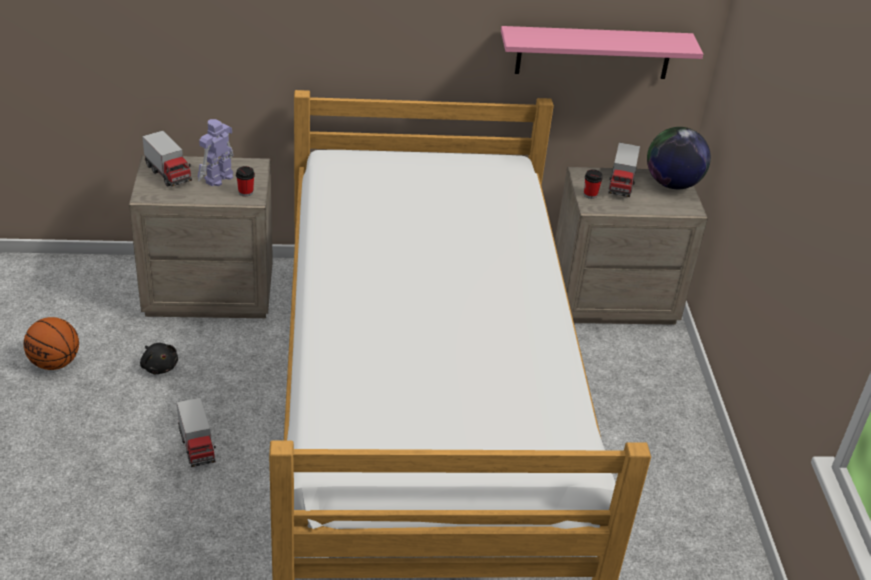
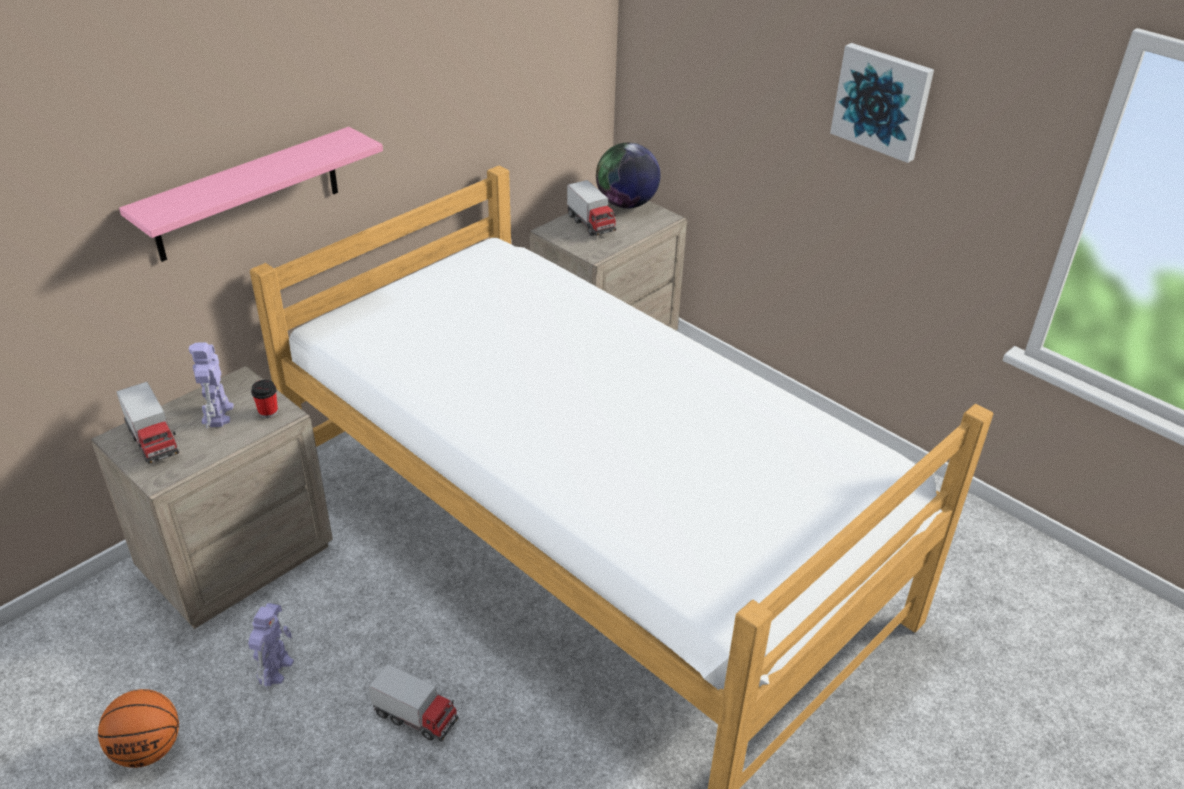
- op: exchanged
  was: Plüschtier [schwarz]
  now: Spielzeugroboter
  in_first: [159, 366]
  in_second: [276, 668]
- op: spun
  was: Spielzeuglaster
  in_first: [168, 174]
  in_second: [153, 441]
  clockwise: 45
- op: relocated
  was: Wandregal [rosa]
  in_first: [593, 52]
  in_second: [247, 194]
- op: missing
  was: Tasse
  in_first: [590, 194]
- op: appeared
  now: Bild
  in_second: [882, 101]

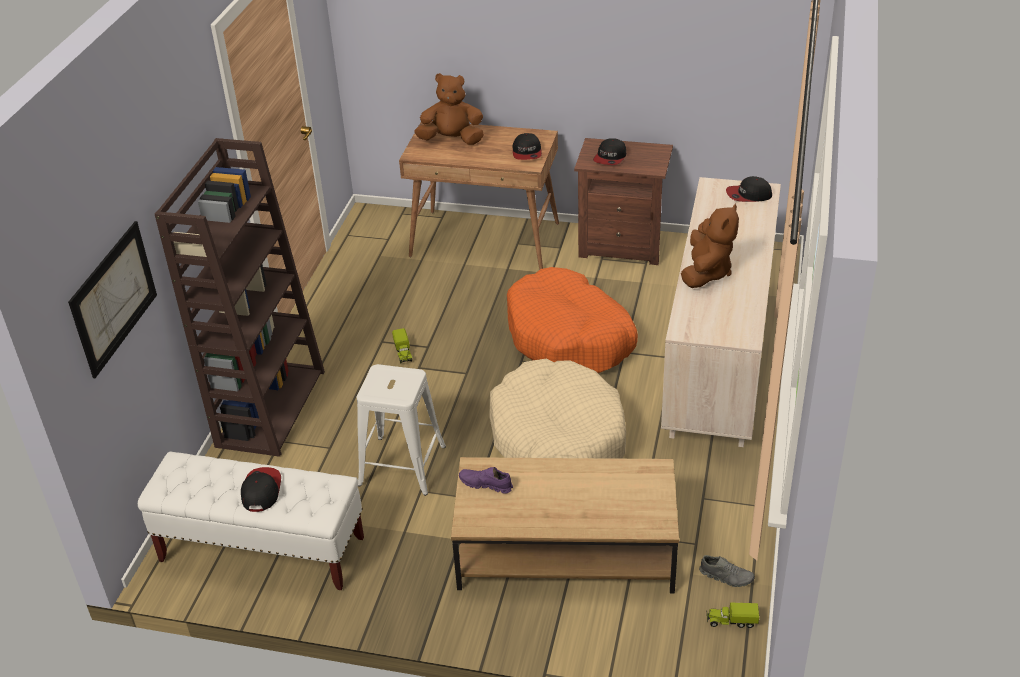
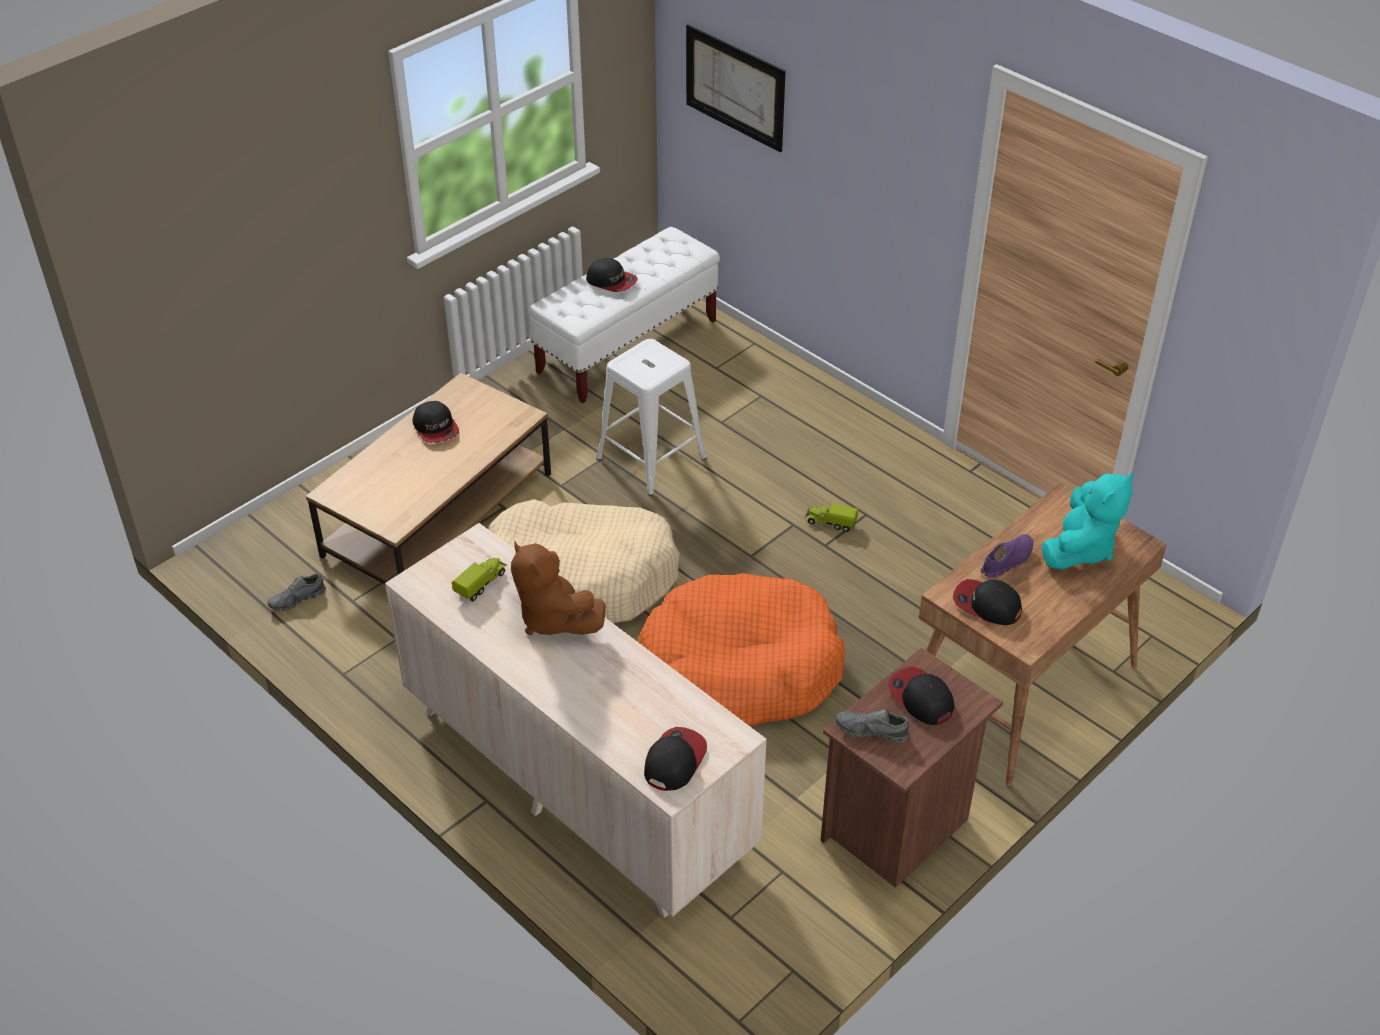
- op: missing
  was: Bücherregal [braun]
  in_first: [270, 407]
- op: colour
  was: Plüschtier [braun]
  now: Plüschtier [türkis]
  in_first: [452, 140]
  in_second: [1080, 549]
- op: relocated
  was: Schuh [lila]
  in_first: [485, 484]
  in_second: [1006, 561]
- op: relocated
  was: Spielzeuglaster
  in_first: [731, 621]
  in_second: [481, 584]
- op: appeared
  now: Kappe
  in_second: [436, 428]
- op: appeared
  now: Schuh [grau]
  in_second: [871, 731]

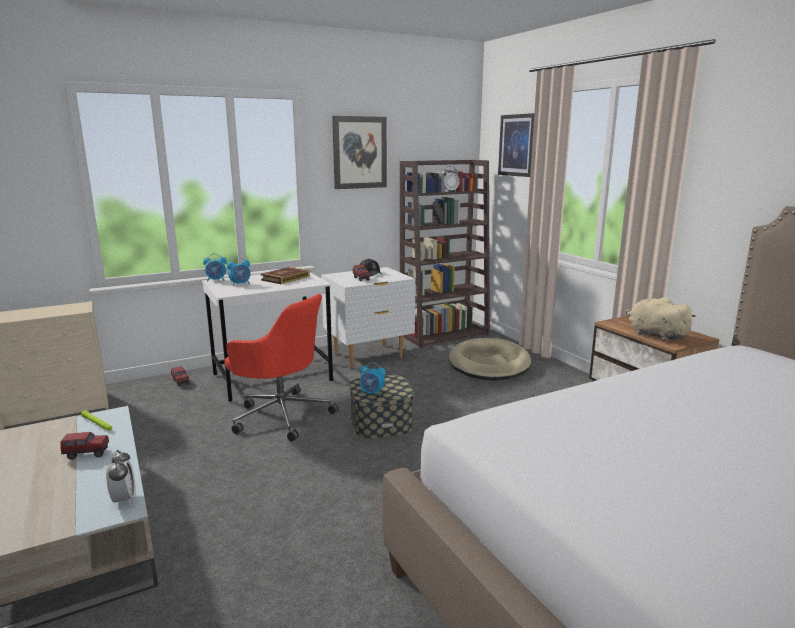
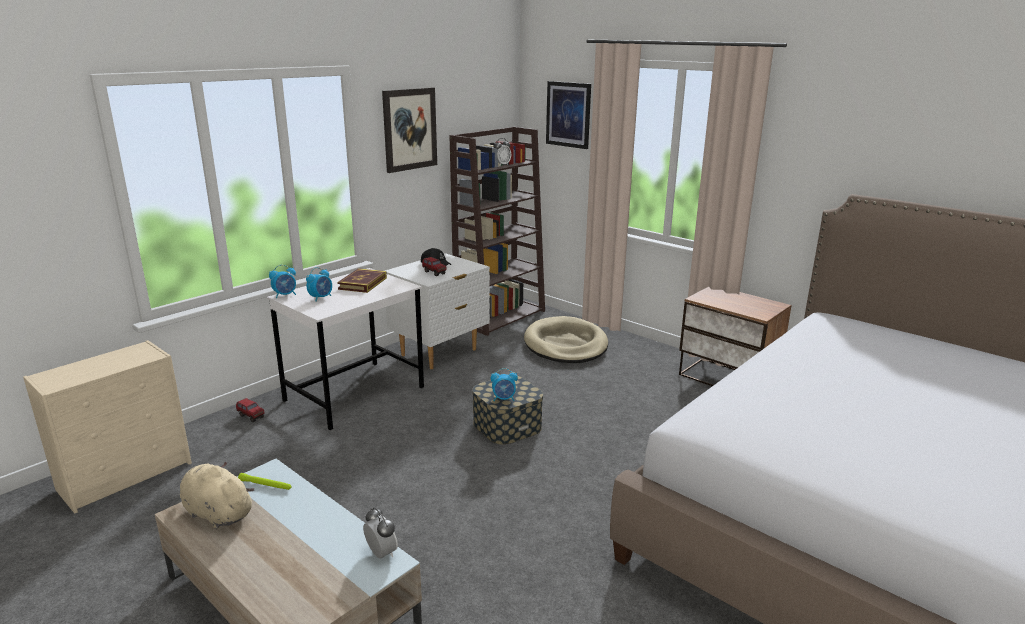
- op: missing
  was: Spielzeuglaster
  in_first: [87, 454]
- op: missing
  was: Bürostuhl [rot]
  in_first: [281, 415]
- op: relocated
  was: Plüschtier [beige]
  in_first: [654, 335]
  in_second: [216, 513]

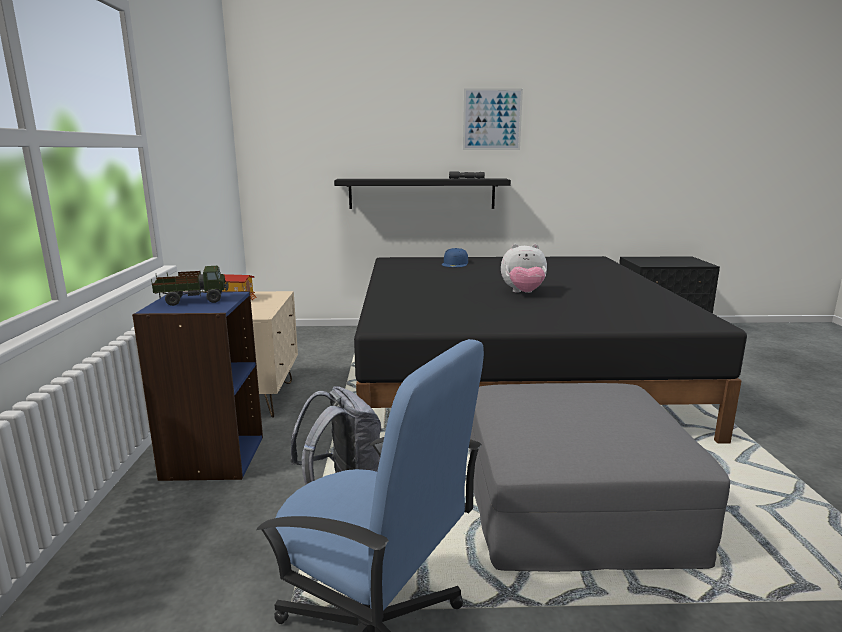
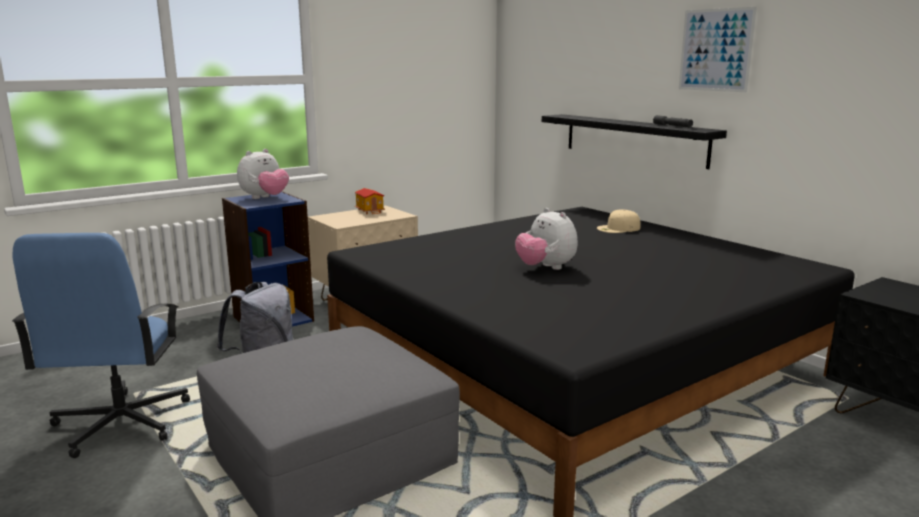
- op: exchanged
  was: Spielzeuglaster
  now: Plüschtier
  in_first: [192, 300]
  in_second: [264, 198]
- op: colour
  was: Kappe [blau]
  now: Kappe [beige]
  in_first: [455, 263]
  in_second: [618, 228]

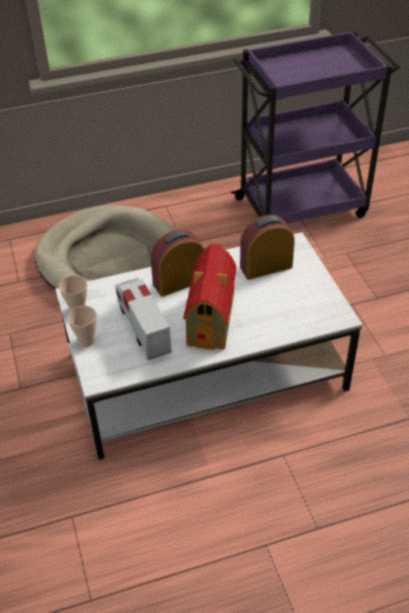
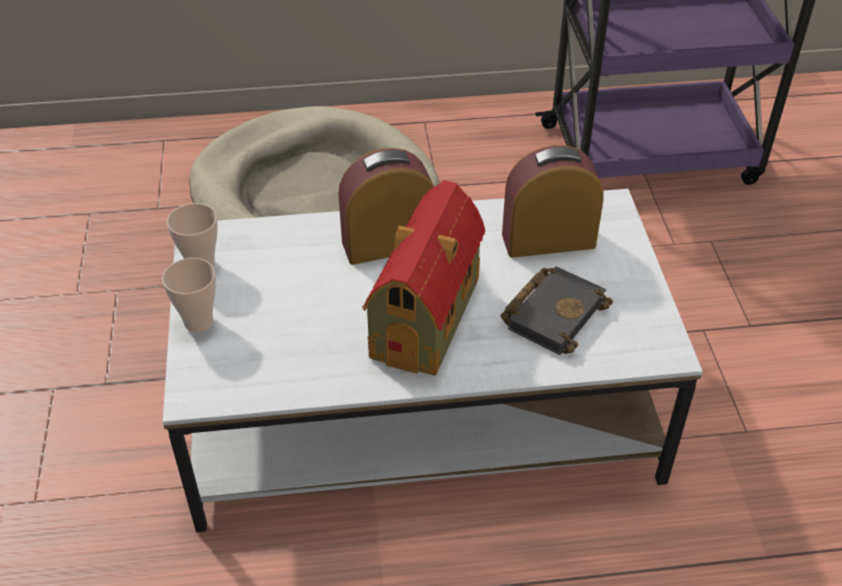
- op: missing
  was: Spielzeuglaster
  in_first: [143, 328]
- op: appeared
  now: Buch [schwarz]
  in_second: [553, 312]

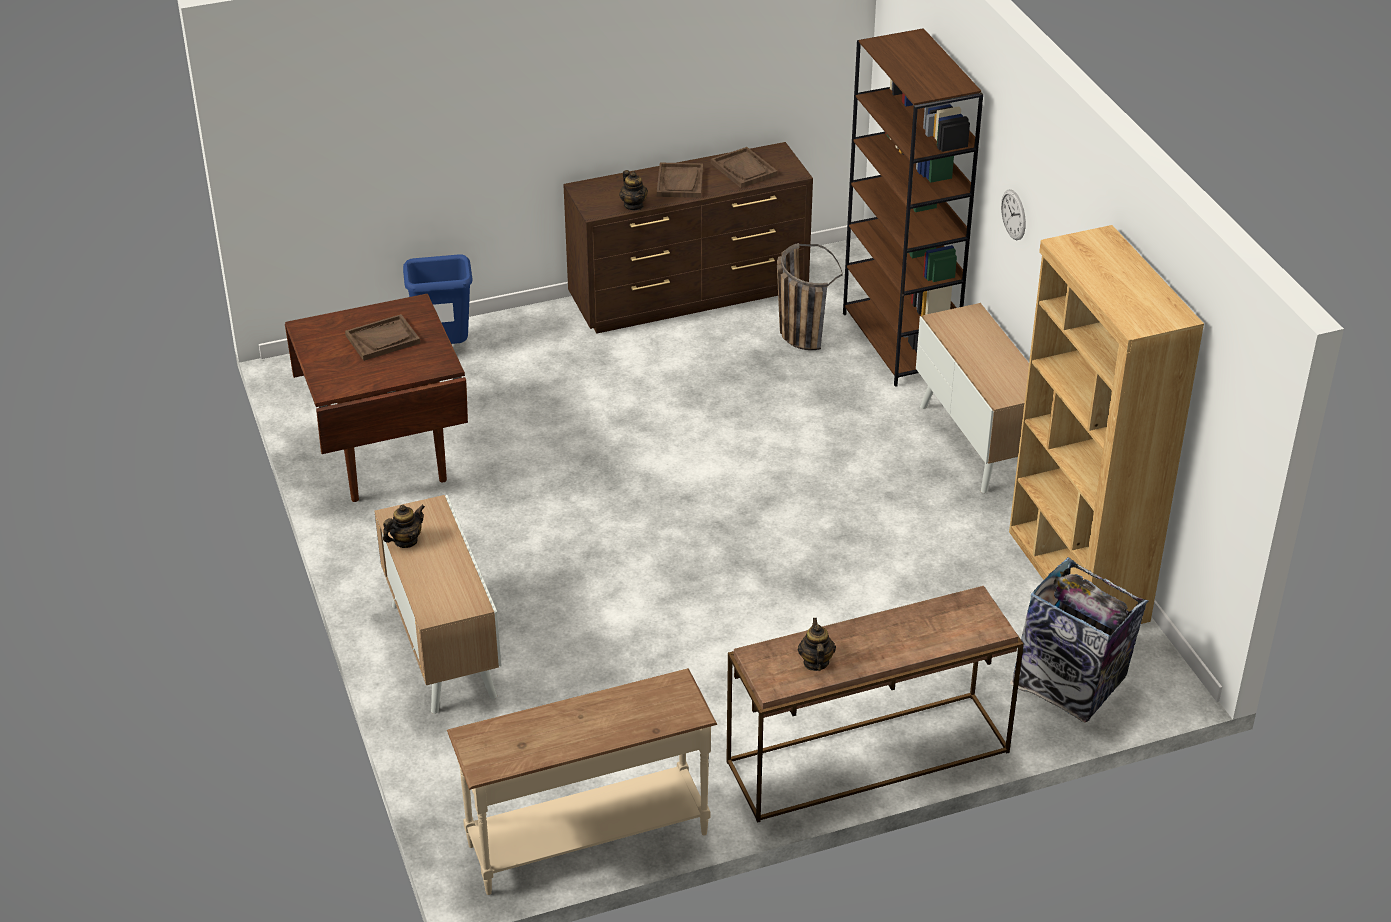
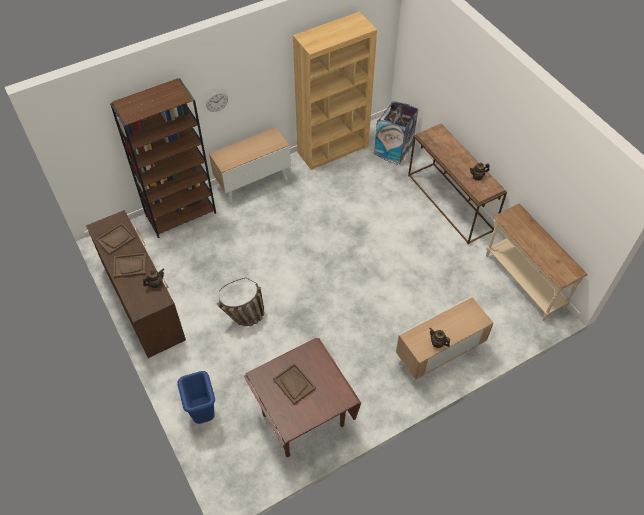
- op: relocated
  was: Korb
  in_first: [797, 330]
  in_second: [244, 320]

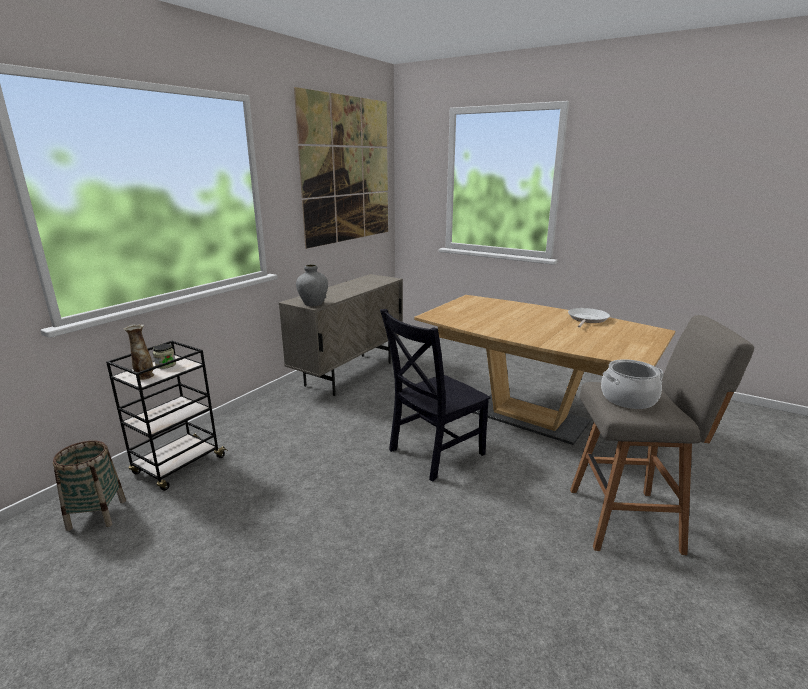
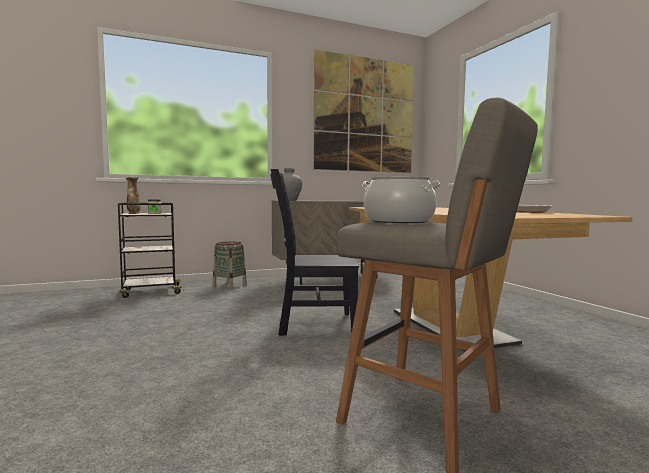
- op: relocated
  was: Korb
  in_first: [97, 514]
  in_second: [229, 285]

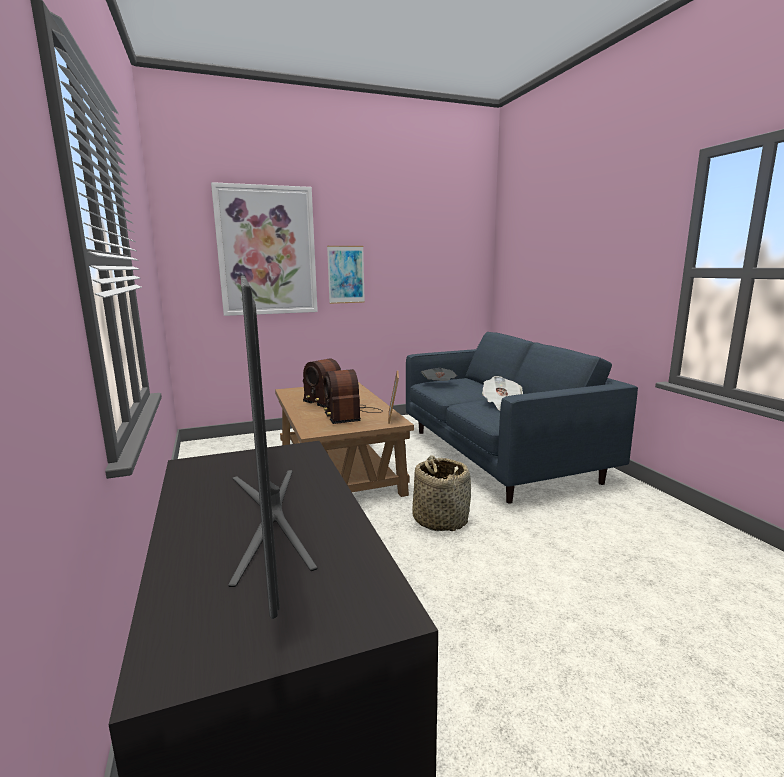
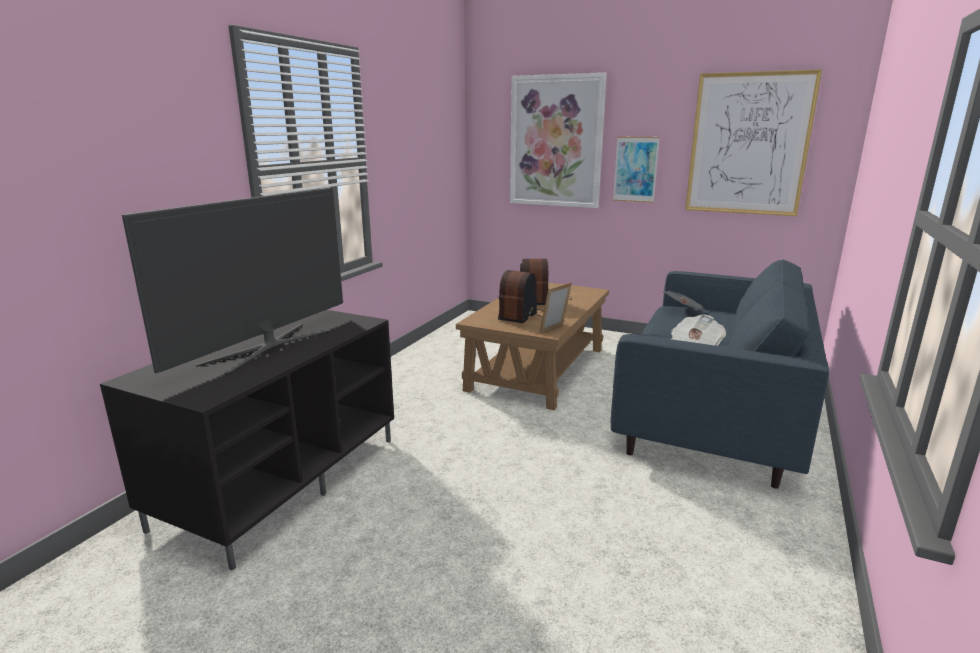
- op: missing
  was: Korb
  in_first: [440, 519]
- op: appeared
  now: Bild
  in_second: [748, 144]

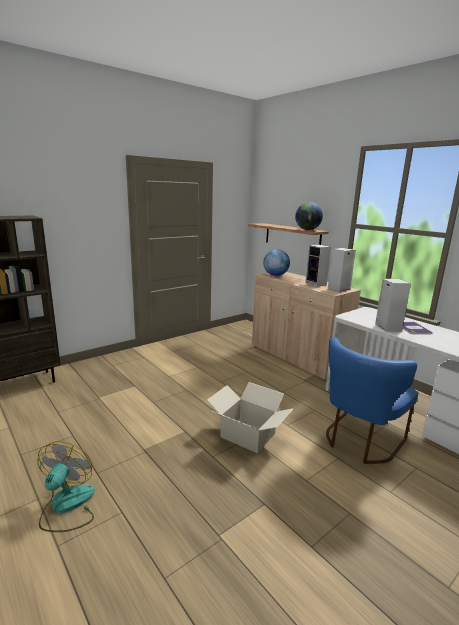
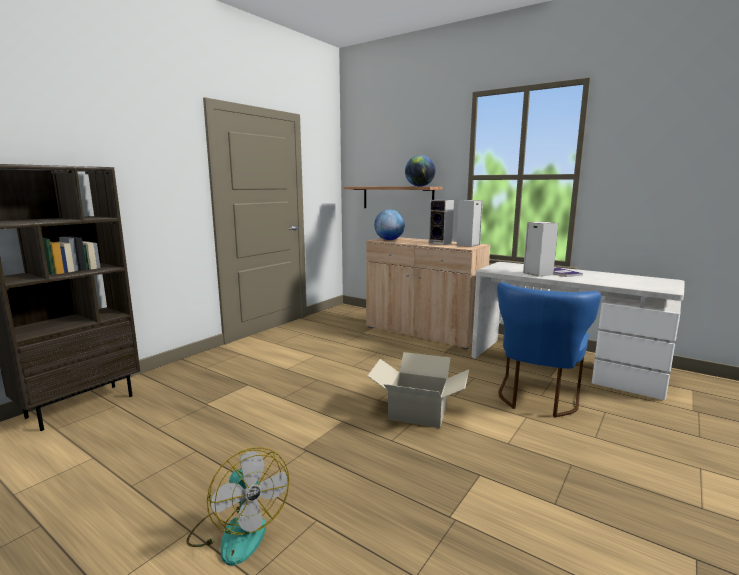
- op: spun
  was: Ventilator
  in_first: [67, 506]
  in_second: [238, 530]
  clockwise: 150

